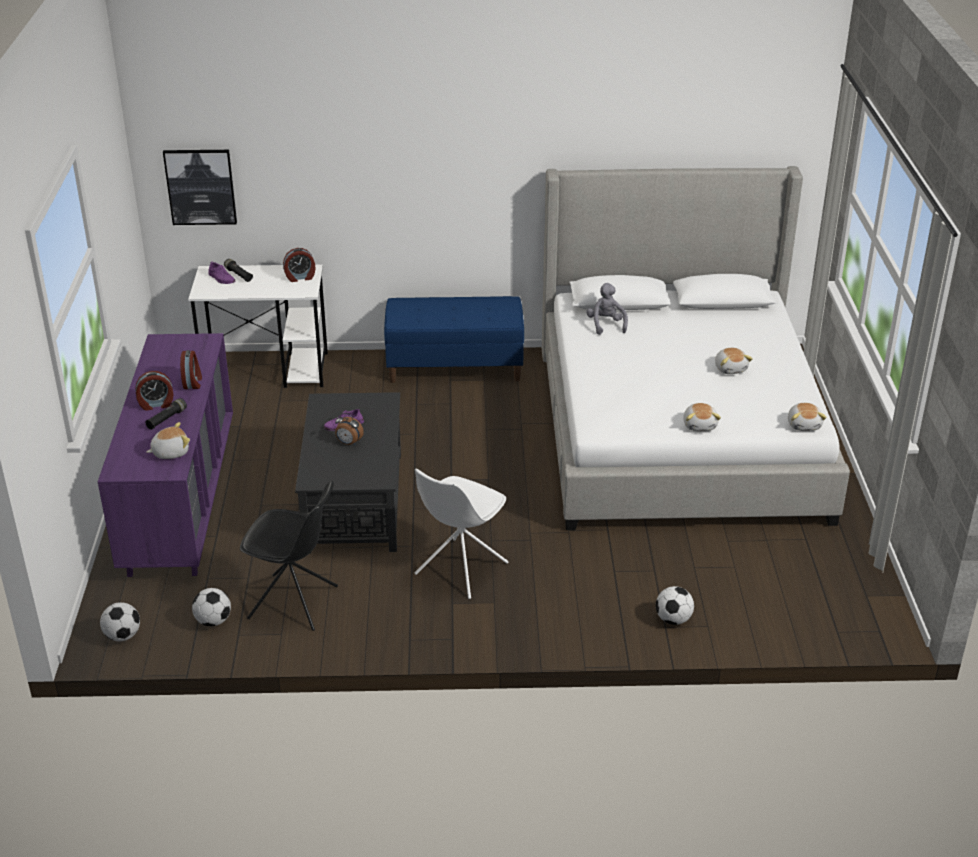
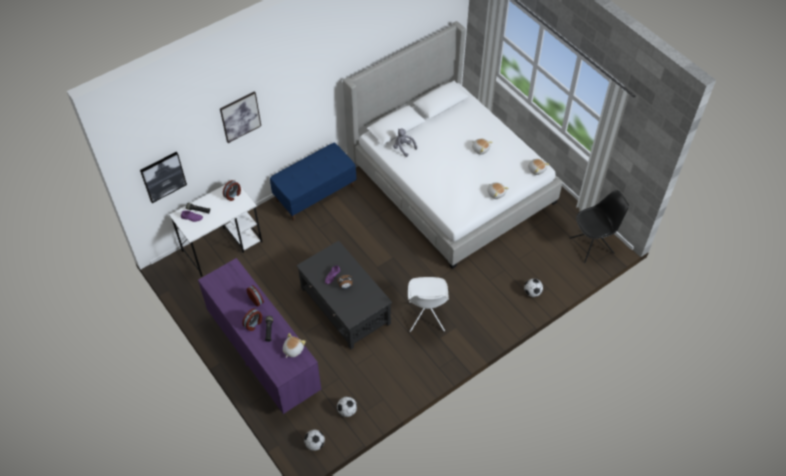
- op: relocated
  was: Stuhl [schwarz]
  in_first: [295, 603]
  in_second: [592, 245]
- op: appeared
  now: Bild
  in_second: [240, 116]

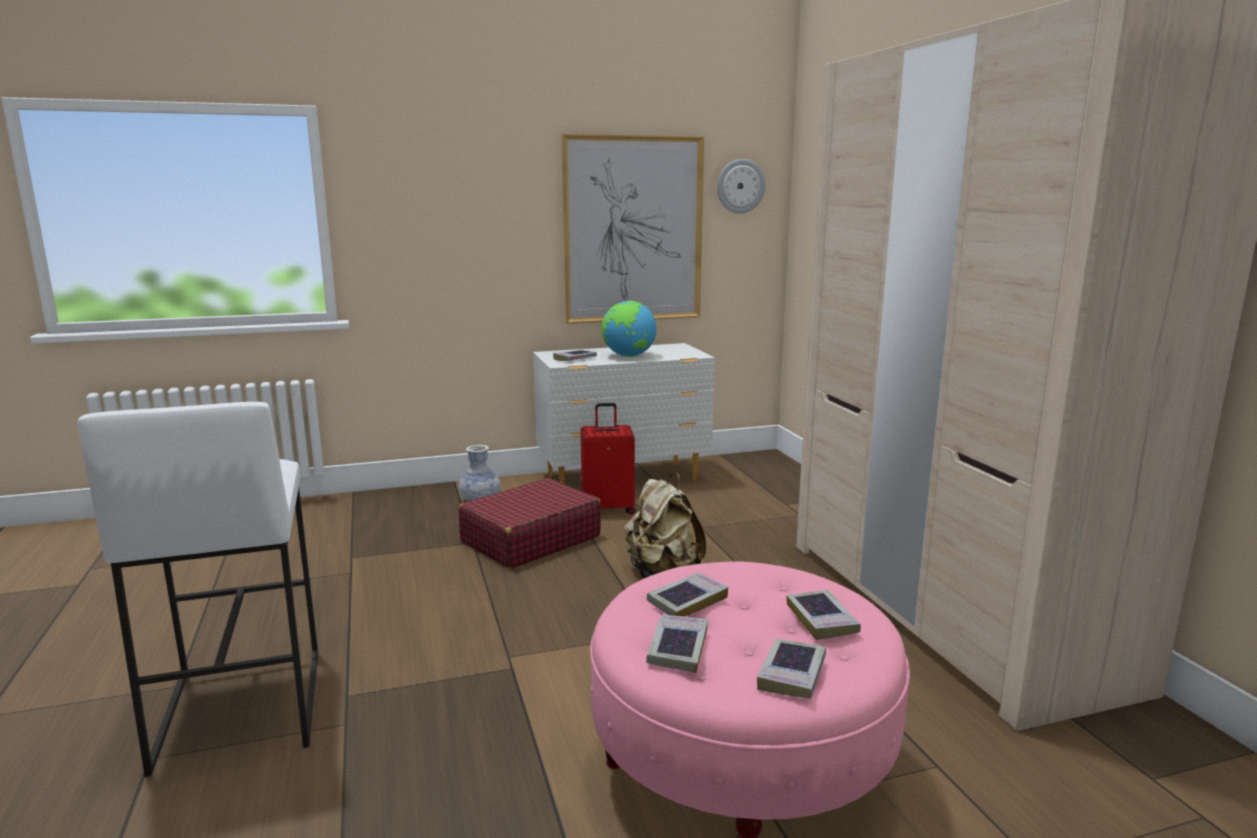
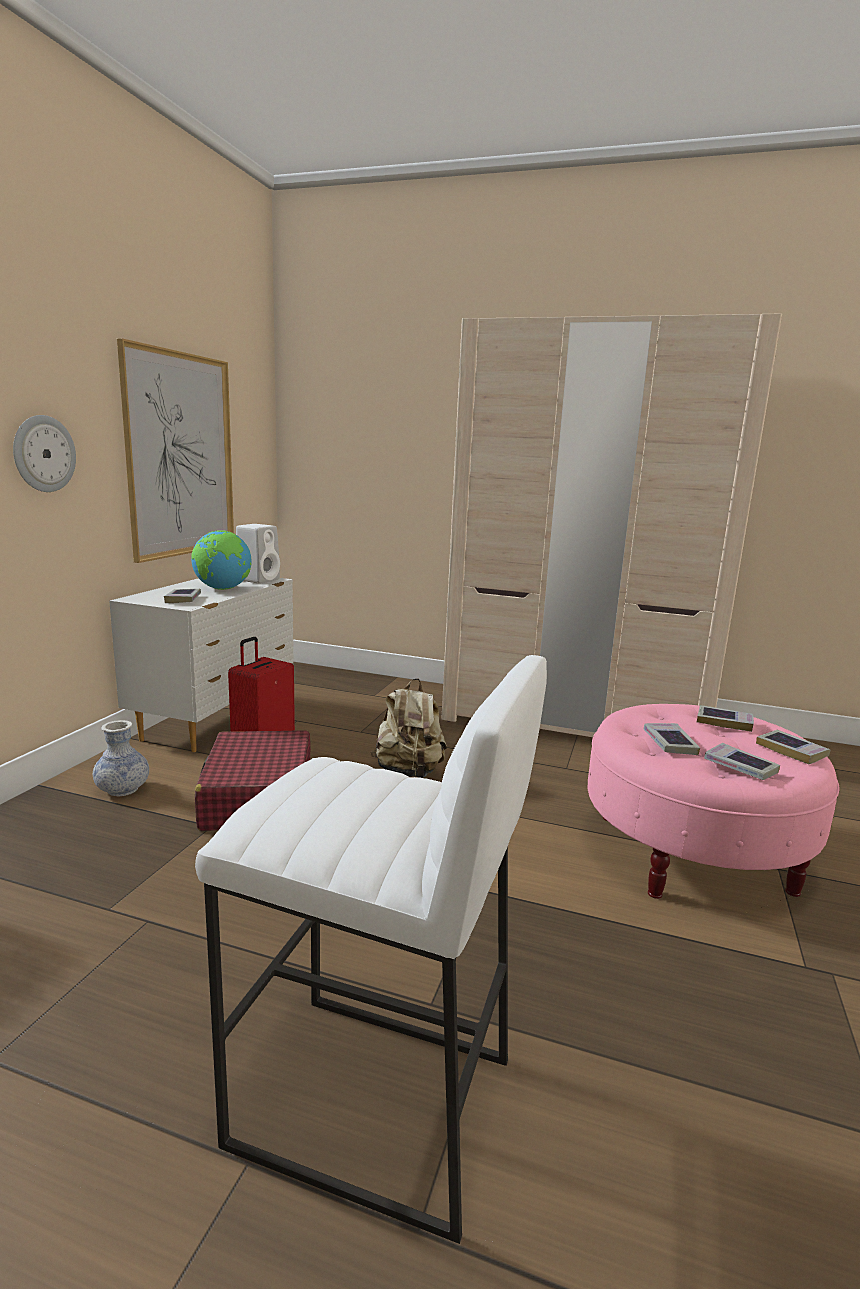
- op: relocated
  was: Wanduhr
  in_first: [740, 186]
  in_second: [43, 454]
- op: appeared
  now: Lautsprecher [weiß]
  in_second: [259, 579]

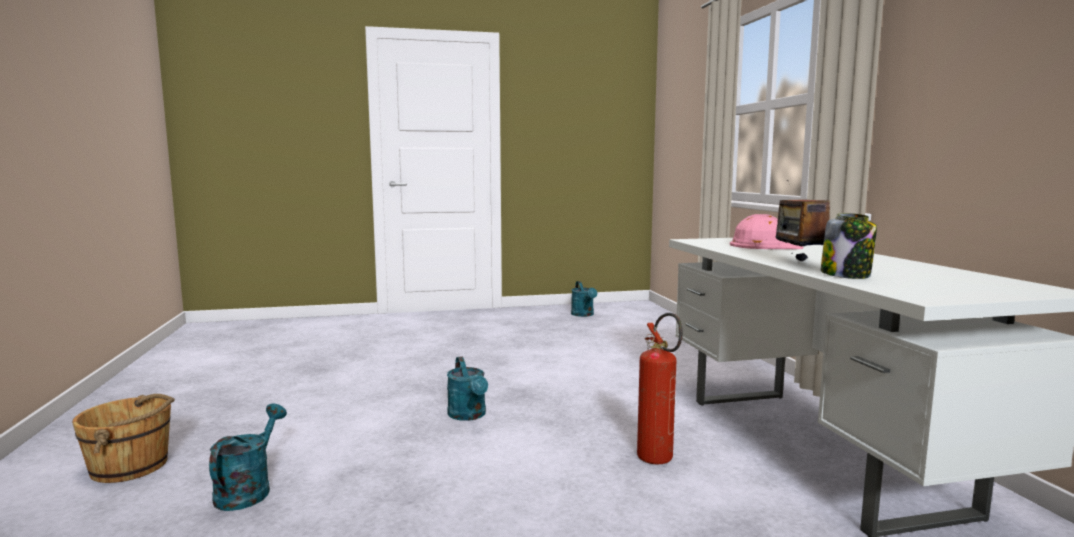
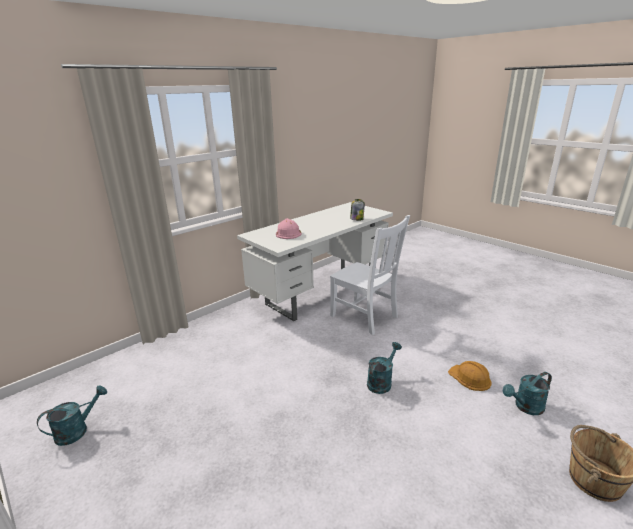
- op: exchanged
  was: Feuerlöscher
  now: Stuhl [weiß]
  in_first: [659, 461]
  in_second: [365, 317]
- op: missing
  was: Radio
  in_first: [798, 263]
- op: appeared
  now: Schutzhelm [orange]
  in_second: [470, 378]

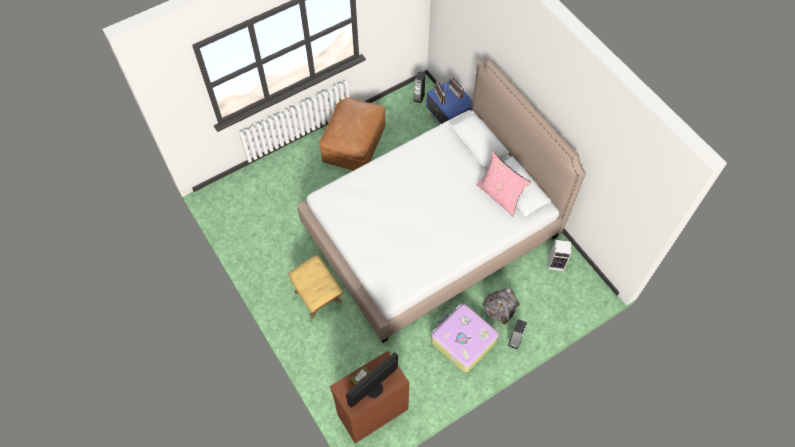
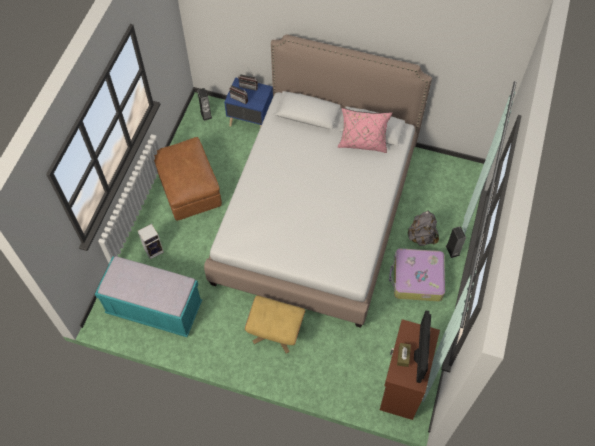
- op: relocated
  was: Lautsprecher
  in_first: [557, 263]
  in_second: [154, 249]
- op: appeared
  now: Bank [türkis]
  in_second: [154, 309]

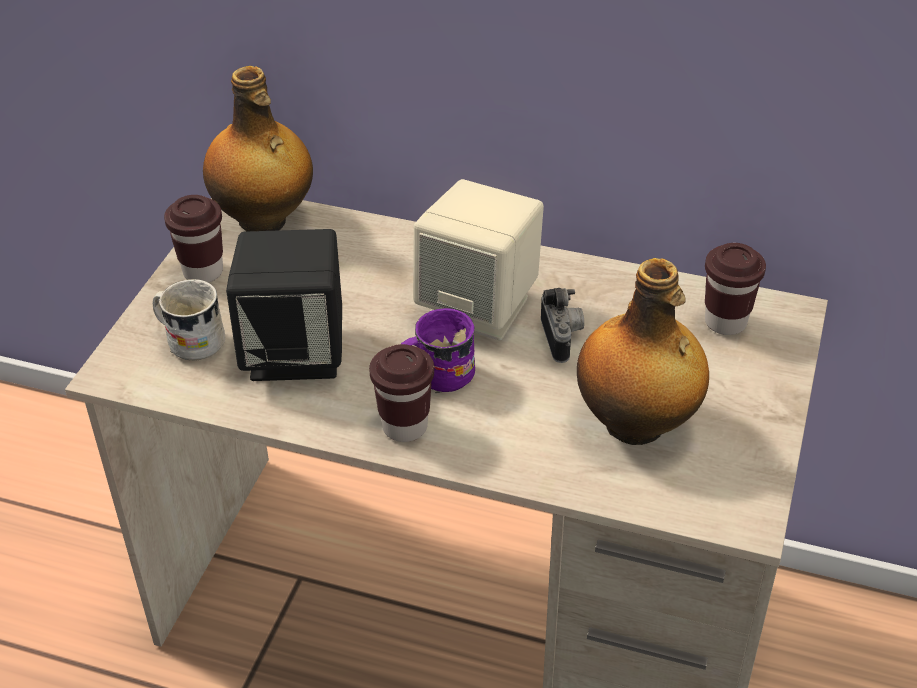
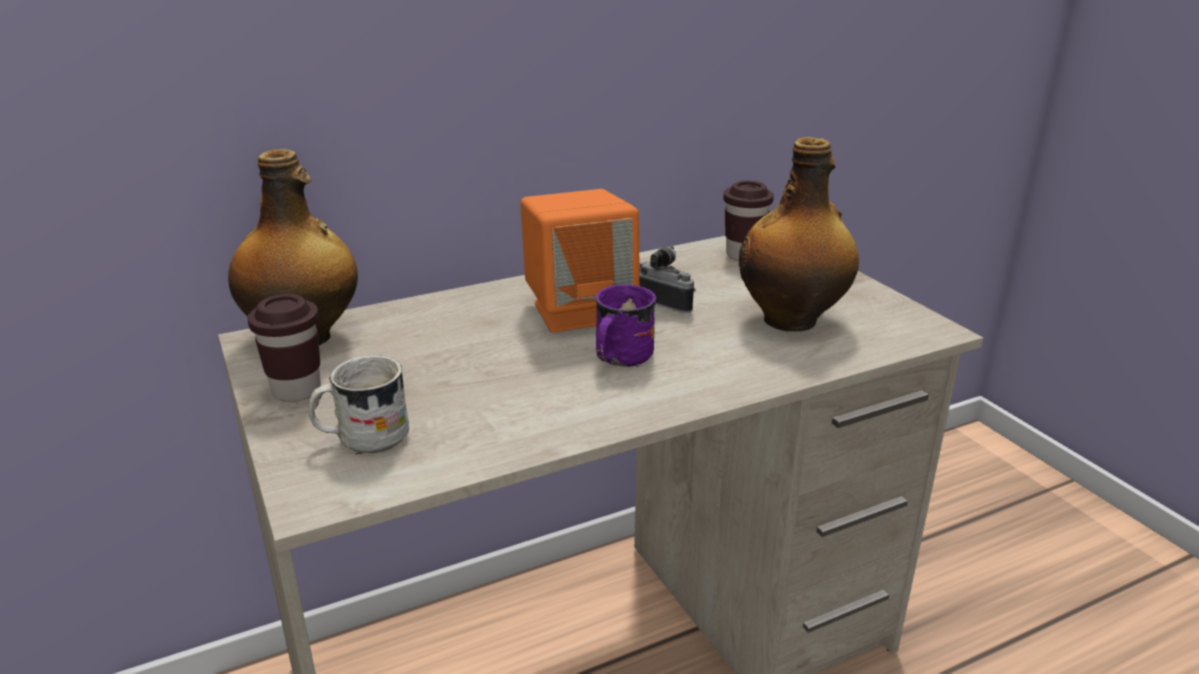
- op: missing
  was: Lautsprecher [schwarz]
  in_first: [296, 353]
- op: missing
  was: Tasse [braun]
  in_first: [405, 426]
- op: colour
  was: Lautsprecher [beige]
  now: Lautsprecher [orange]
  in_first: [480, 307]
  in_second: [579, 311]

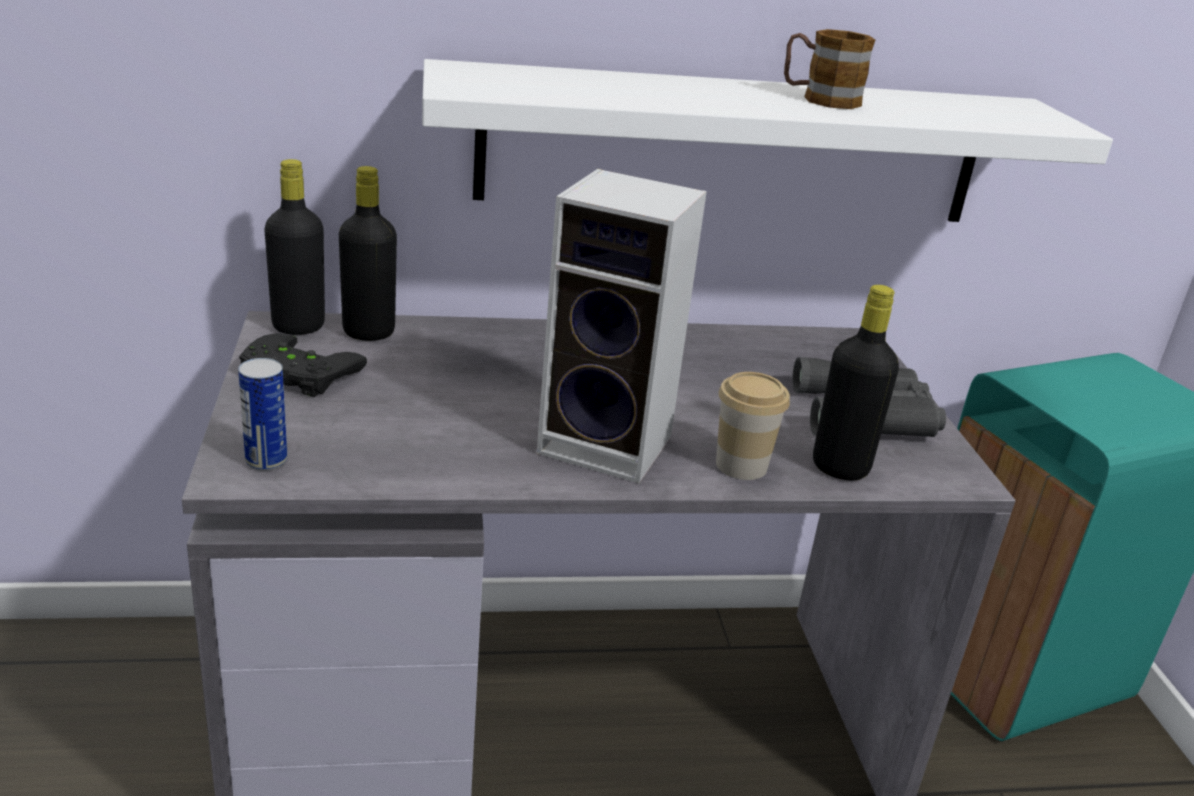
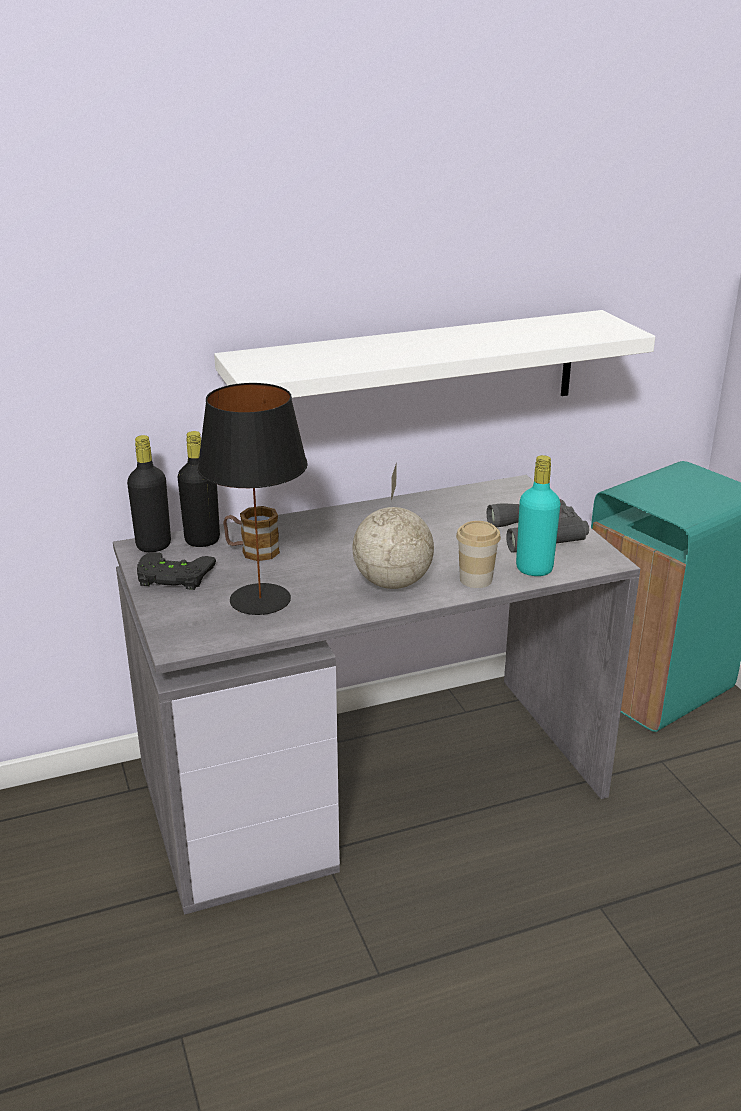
- op: missing
  was: Dose
  in_first: [266, 461]
- op: exchanged
  was: Lautsprecher
  now: Globus
  in_first: [611, 445]
  in_second: [393, 583]
- op: relocated
  was: Henkelbecher
  in_first: [819, 99]
  in_second: [252, 551]
- op: colour
  was: Flasche [schwarz]
  now: Flasche [türkis]
  in_first: [840, 467]
  in_second: [534, 569]
- op: appeared
  now: Tischlampe [schwarz]
  in_second: [261, 599]

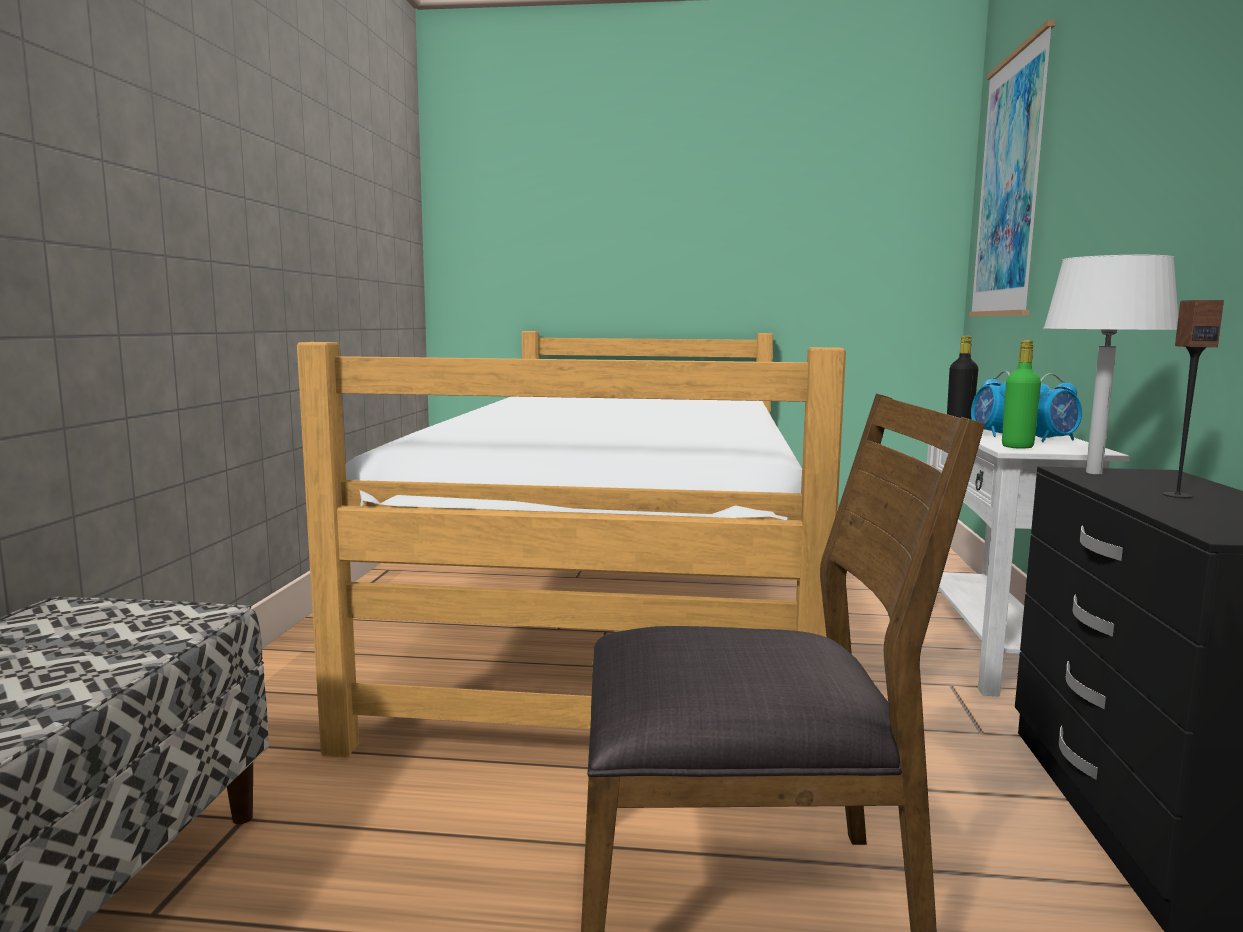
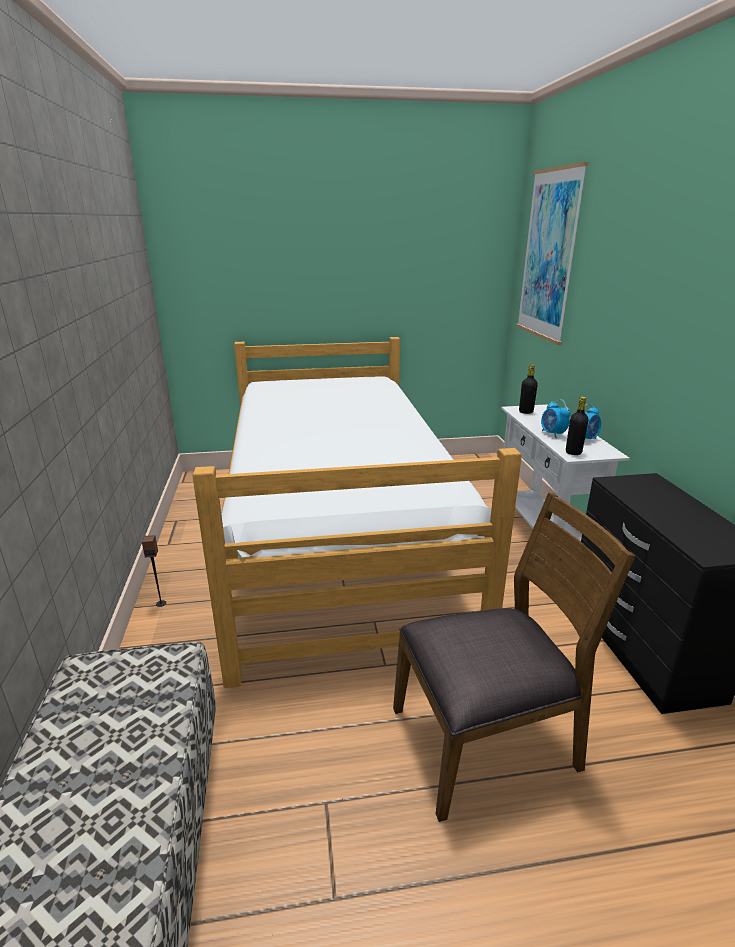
- op: colour
  was: Flasche [grün]
  now: Flasche [schwarz]
  in_first: [1017, 447]
  in_second: [573, 452]
- op: missing
  was: Tischlampe [weiß]
  in_first: [1093, 473]
- op: relocated
  was: Lautsprecher
  in_first: [1177, 495]
  in_second: [161, 603]

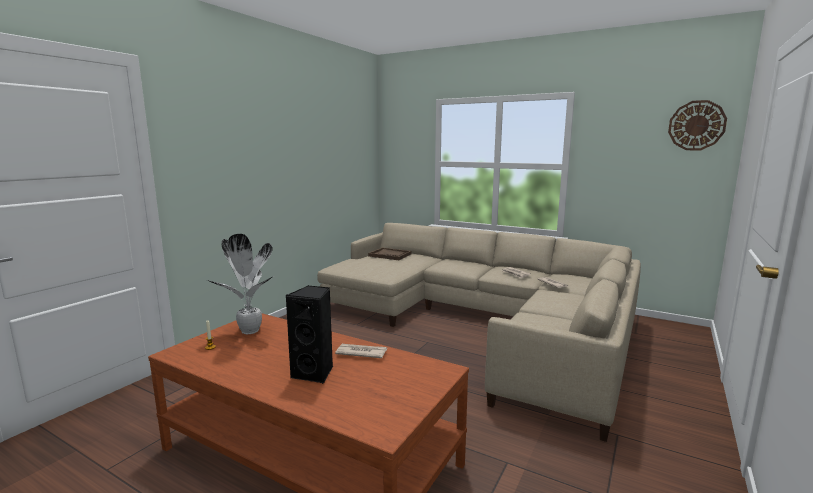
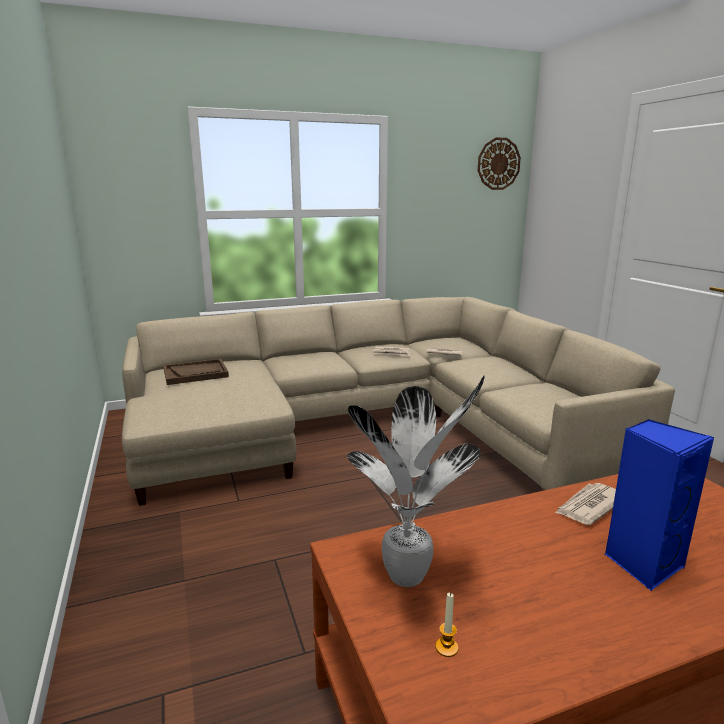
- op: colour
  was: Lautsprecher [schwarz]
  now: Lautsprecher [blau]
  in_first: [315, 373]
  in_second: [642, 563]

